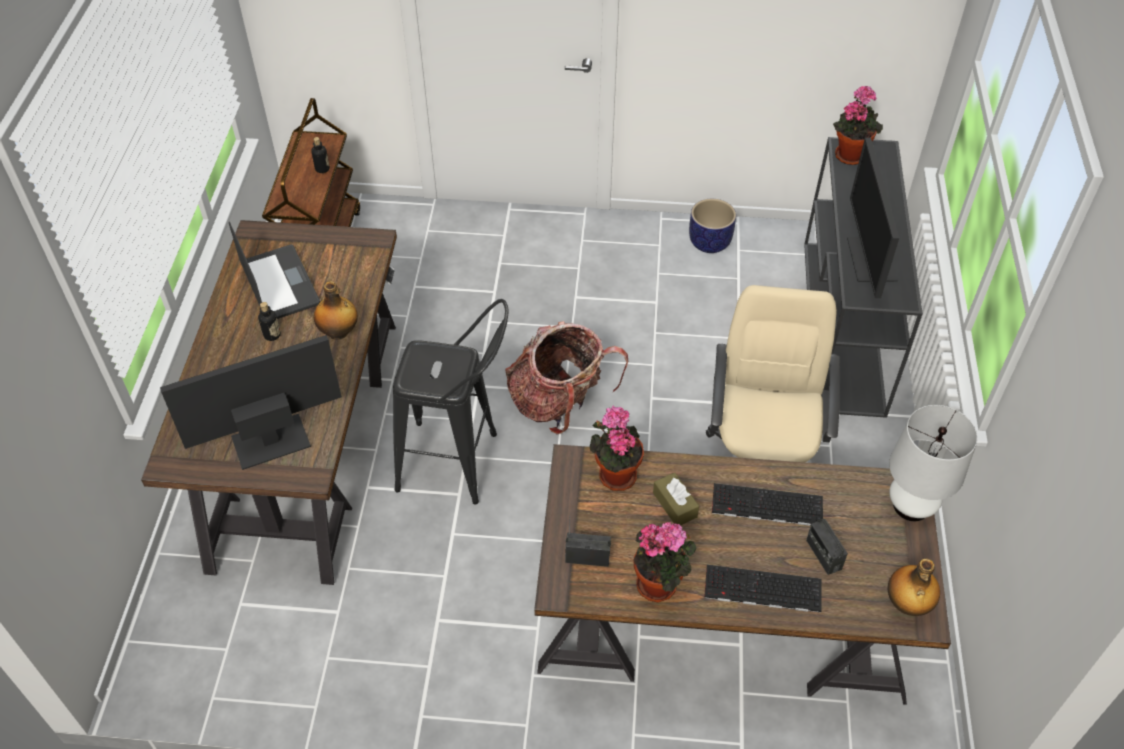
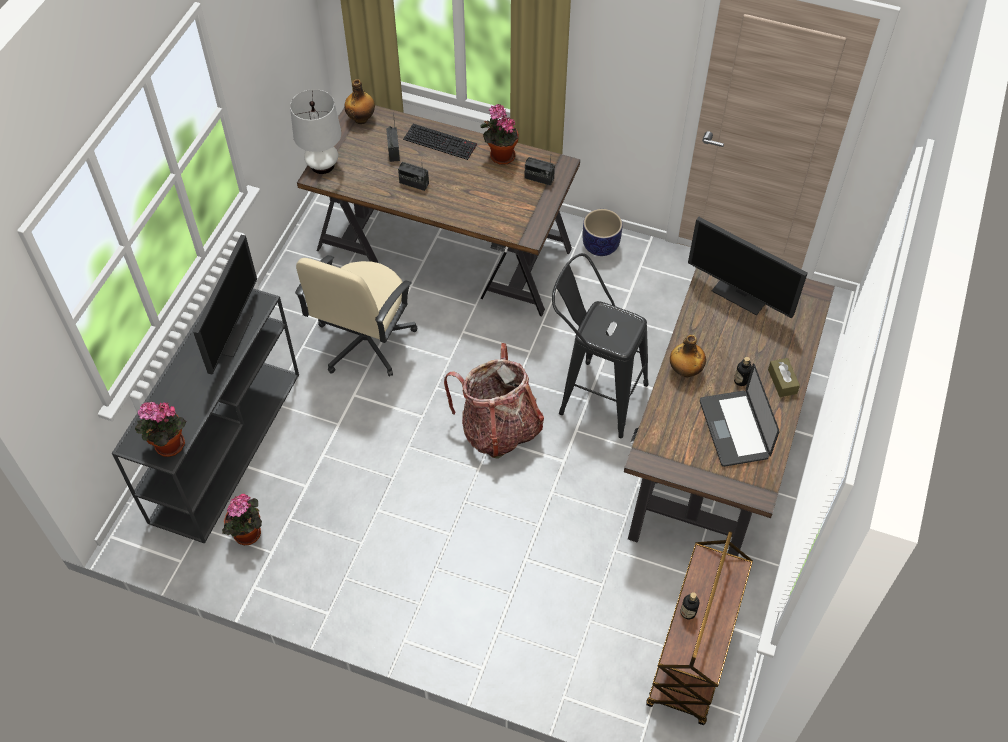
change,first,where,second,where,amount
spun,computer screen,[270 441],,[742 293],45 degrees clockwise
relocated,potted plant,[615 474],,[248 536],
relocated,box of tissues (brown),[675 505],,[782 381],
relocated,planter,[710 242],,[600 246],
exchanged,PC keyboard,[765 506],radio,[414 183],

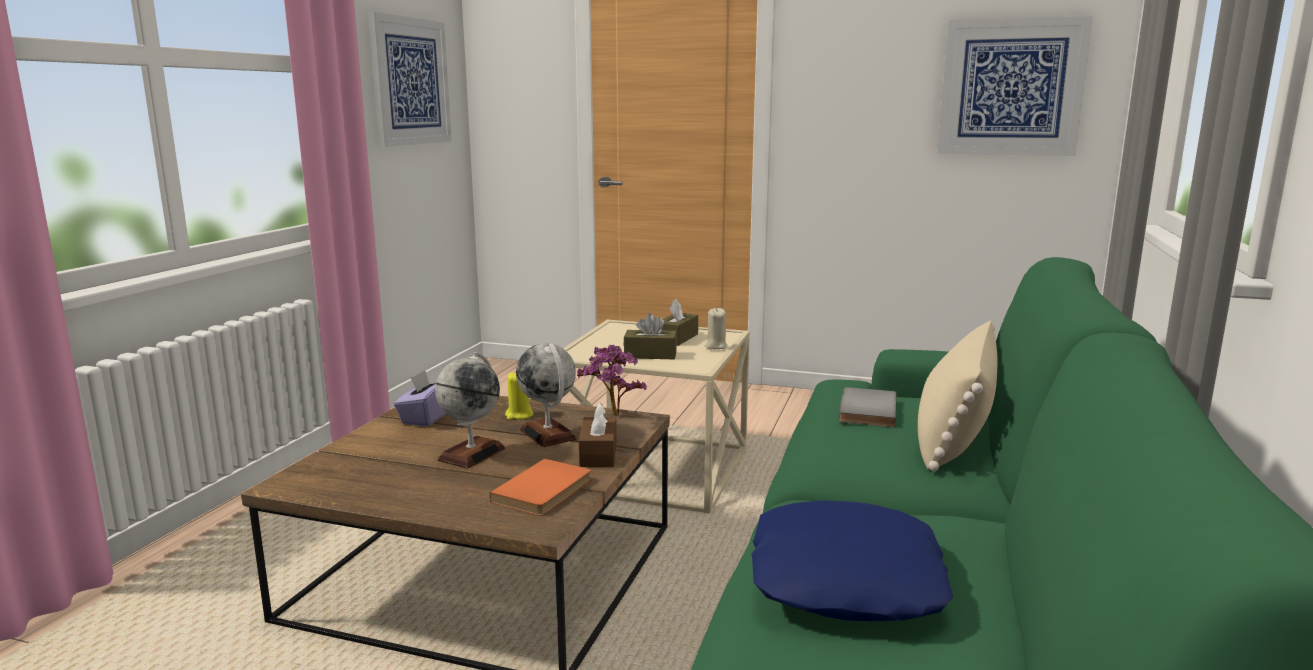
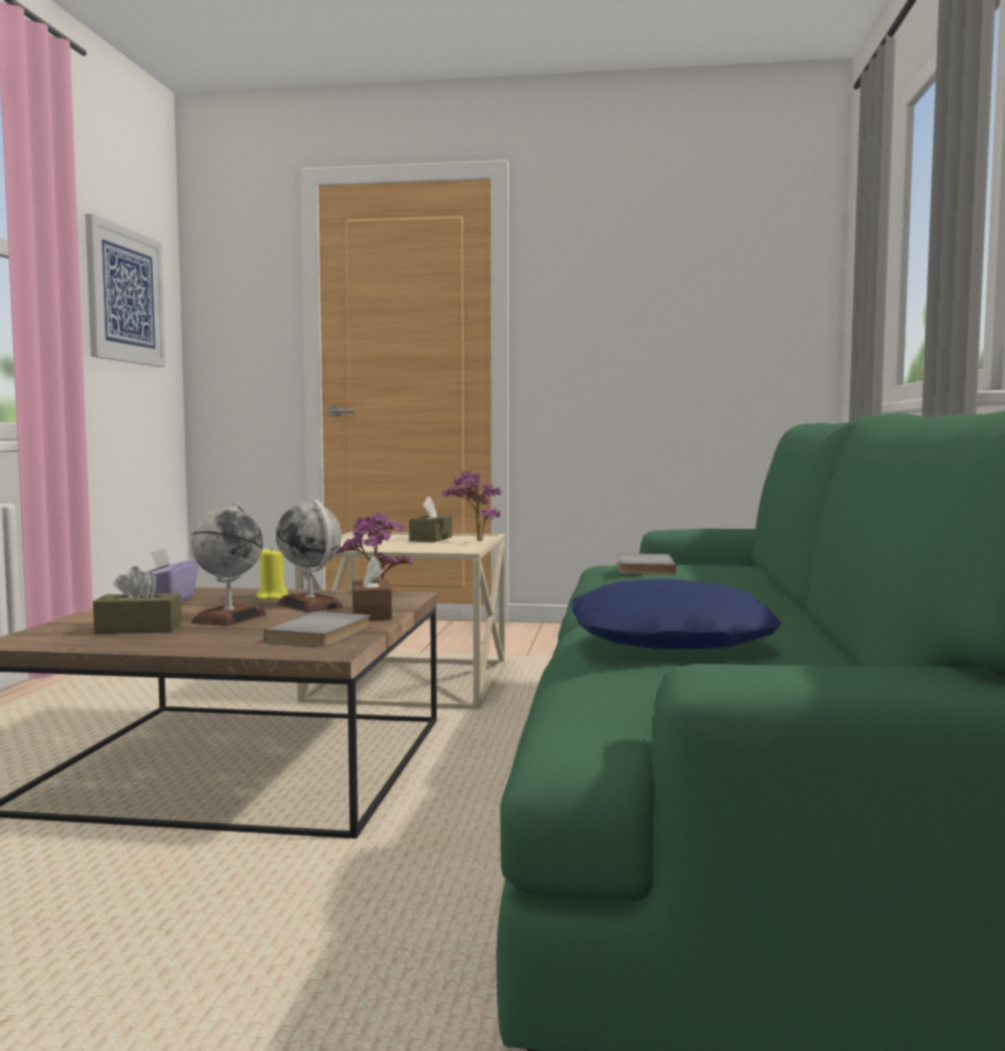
change,first,where,second,where,amount
colour,book (orangey),[545 491],book (gray),[323 634],
relocated,box of tissues (brown),[650 355],,[139 629],
exchanged,wax light (beige),[715 346],potted plant,[474 540],
missing,throw pillow (beige),[954 432],,,
missing,picture,[1011 88],,,

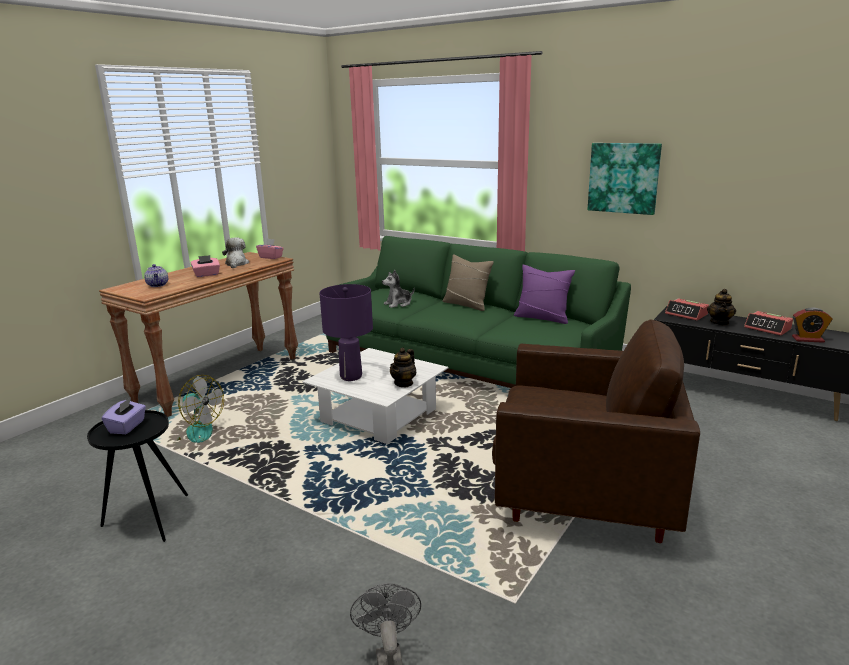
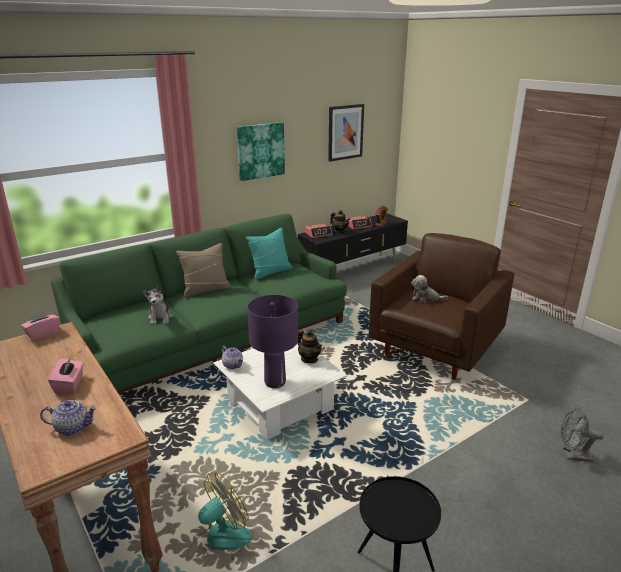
change,first,where,second,where,amount
missing,box of tissues (purplish),[127 427],,,
relocated,cuddly toy,[236 264],,[425 298],
colour,throw pillow (purplish),[542 317],throw pillow (turquoise),[270 272],
appeared,,,pot for tea,[233 365],
appeared,,,picture,[345 132],

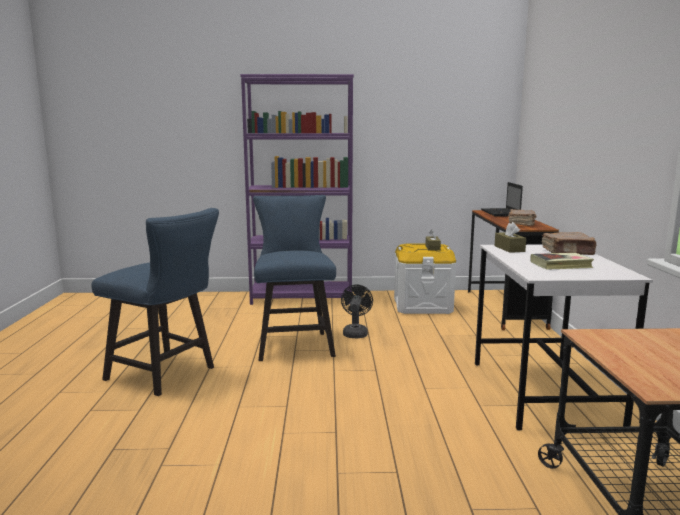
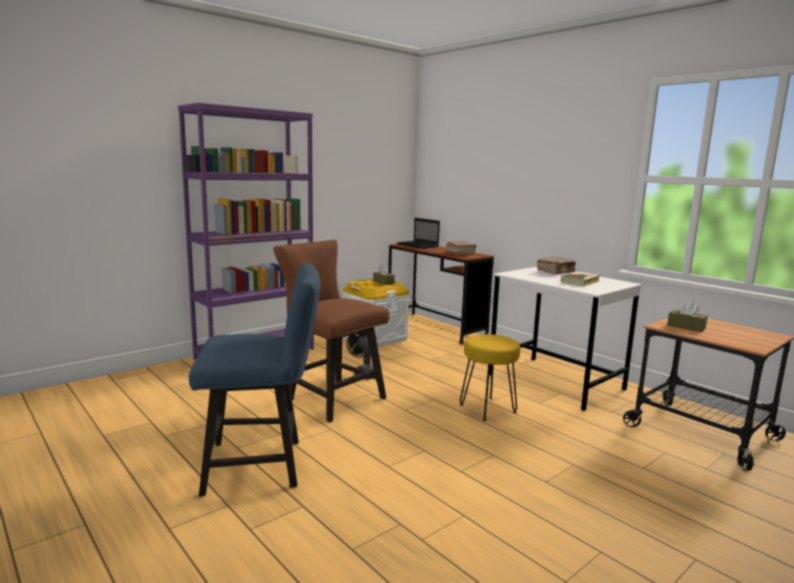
change,first,where,second,where,amount
colour,chair (blue),[294 343],chair (brown),[331 397],
relocated,box of tissues (brown),[509 249],,[686 327],
appeared,,,stool (yellowish),[487 408],

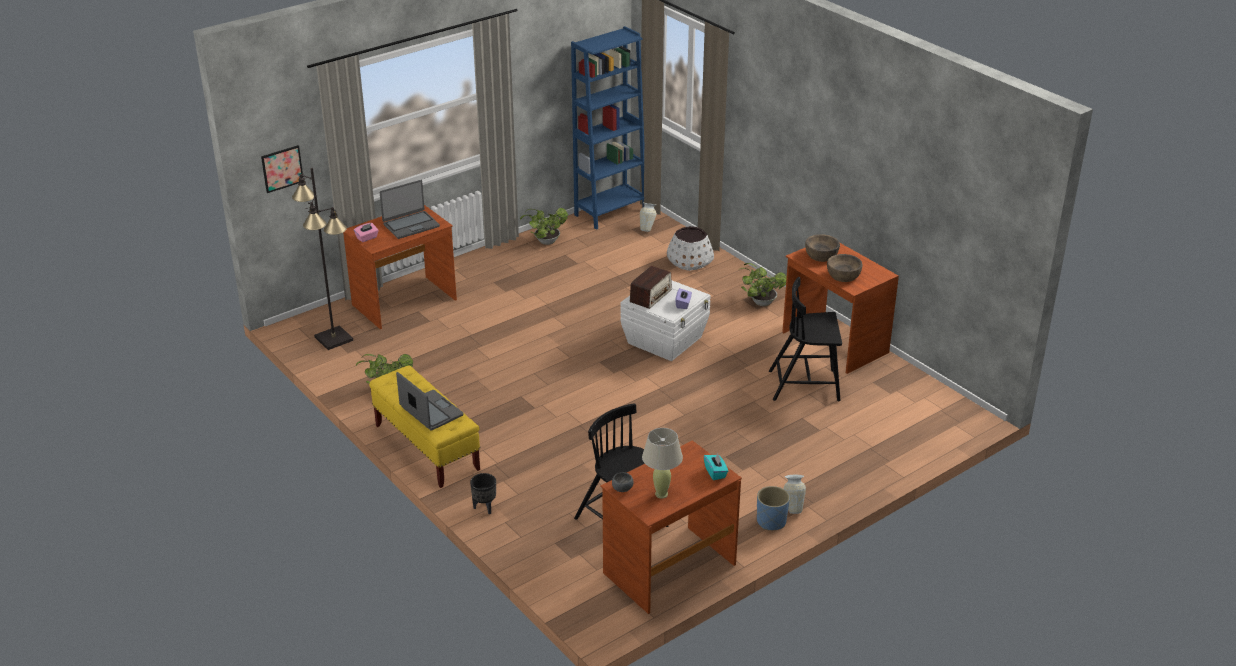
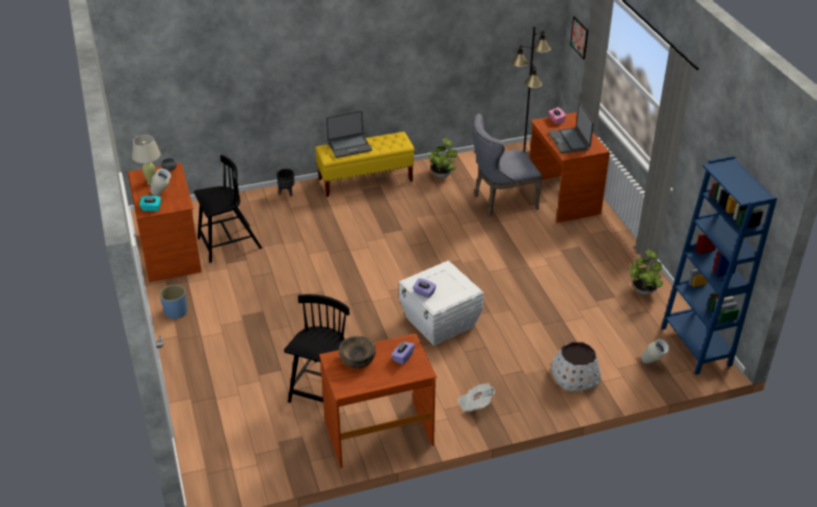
change,first,where,second,where,amount
missing,radio,[650 296],,,
exchanged,potted plant,[760 302],newspaper,[475 404],
relocated,vase,[793 507],,[162 195],
exchanged,bowl (brown),[821 255],box of tissues (purplish),[402 357],
appeared,,,chair (gray),[501 201],

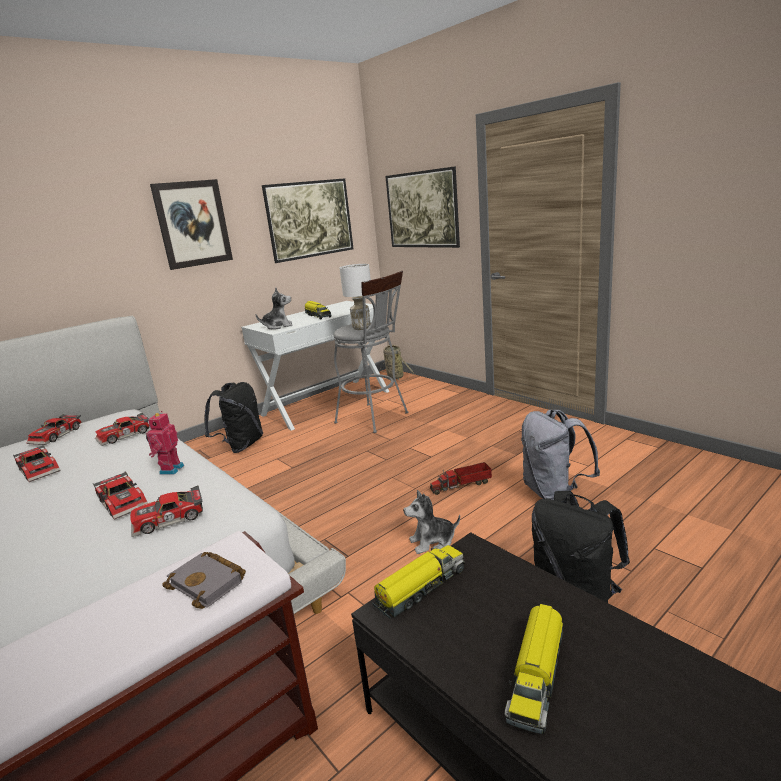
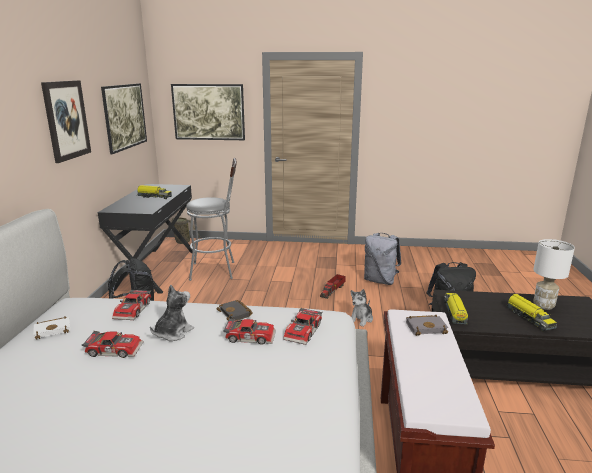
change,first,where,second,where,amount
exchanged,model car,[57 435],book (white),[53 329],
exchanged,model robot,[170 469],book (blackish),[236 313],
colour,desk (white),[326 403],desk (blackish),[156 269],
relocated,cuddly toy,[278 326],,[173 333],
relocated,lamp for a table (white),[361 328],,[543 306],

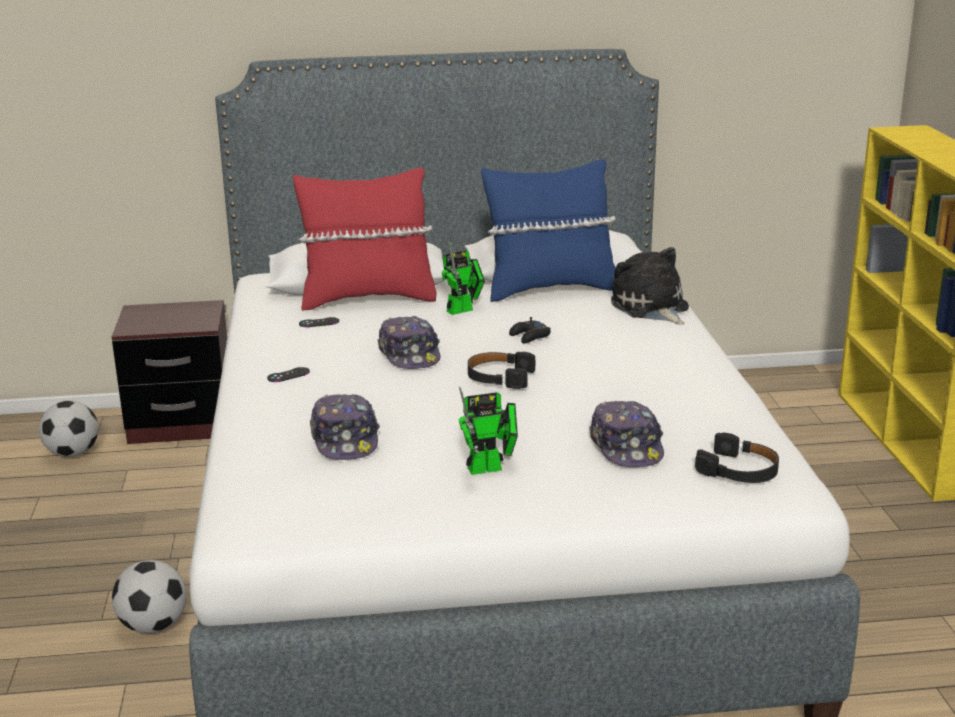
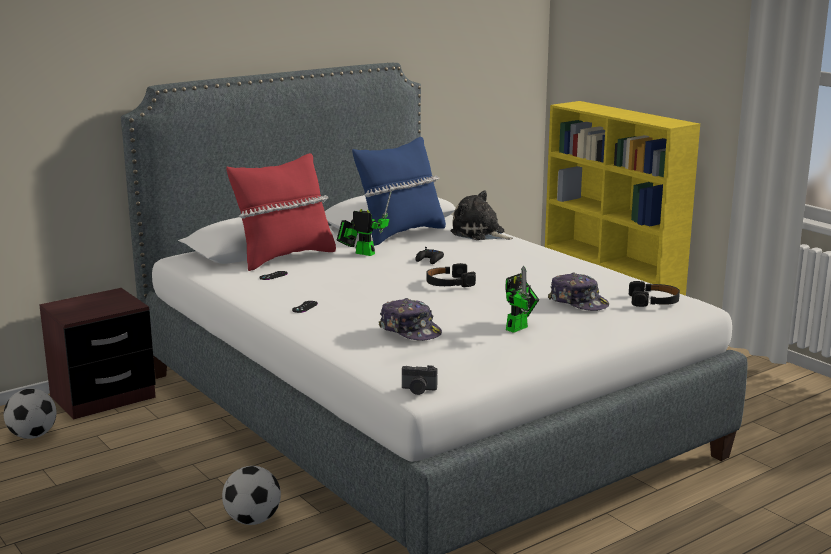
change,first,where,second,where,amount
missing,baseball cap,[410 355],,,
spun,model robot,[463 310],,[362 253],90 degrees counterclockwise
appeared,,,photo camera,[418 390],

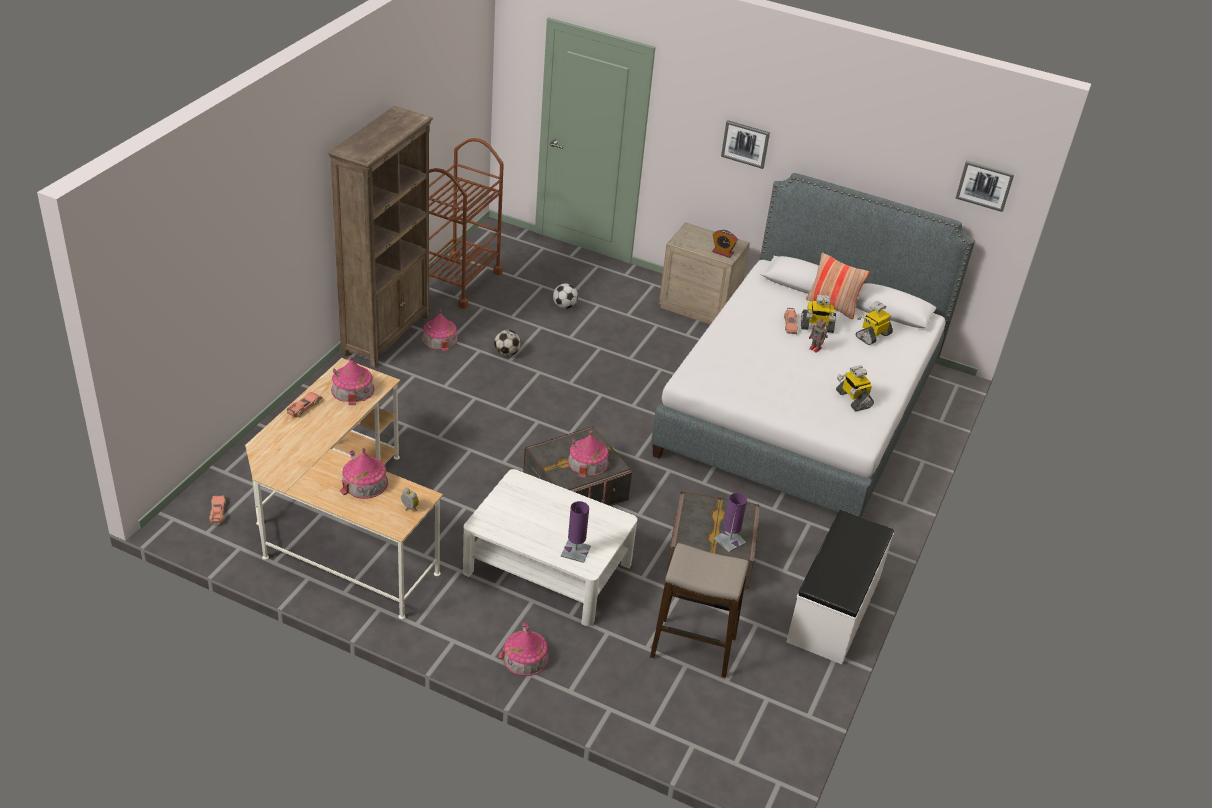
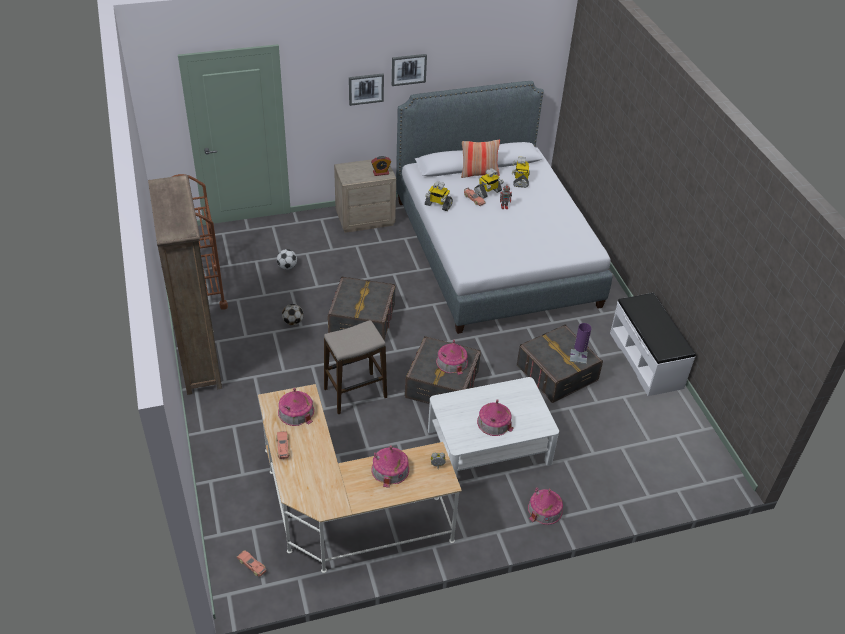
change,first,where,second,where,amount
relocated,miniature house,[440 339],,[494 422],
missing,lamp for a table (purplish),[575 551],,,
relocated,stool,[693 647],,[355 393],
relocated,model robot,[852 399],,[438 205],
relocated,picture,[984 185],,[408 69],
appeared,,,storage bin (gray),[362 319],

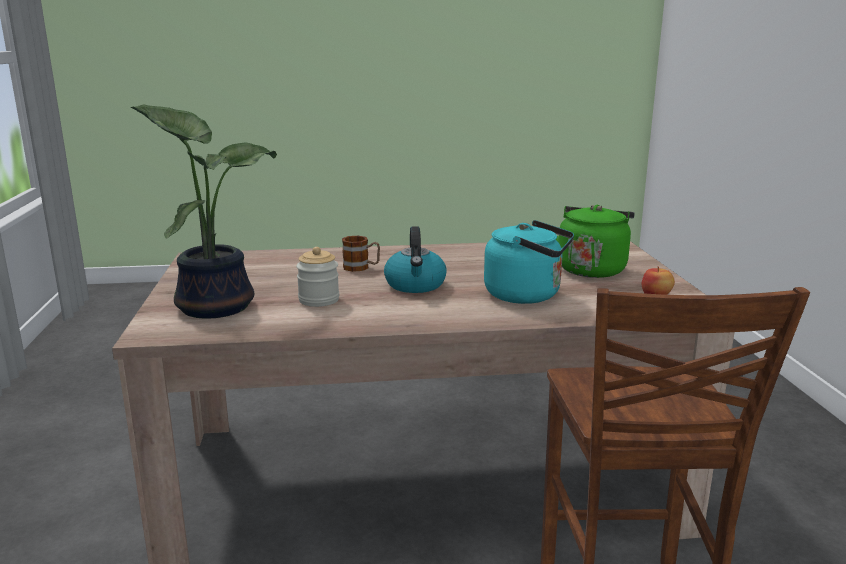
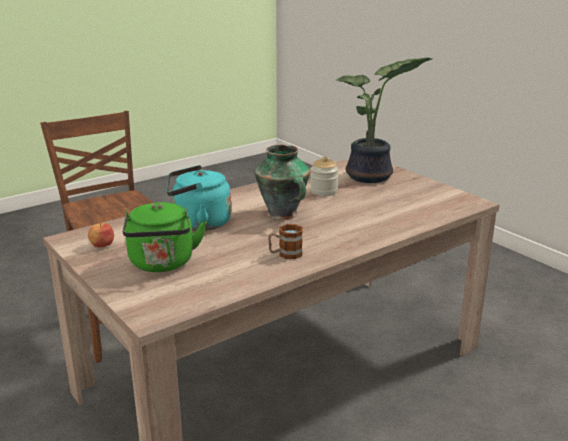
change,first,where,second,where,amount
relocated,mug,[361 267],,[285 254],
exchanged,kettle,[415 285],vase,[283 214],

